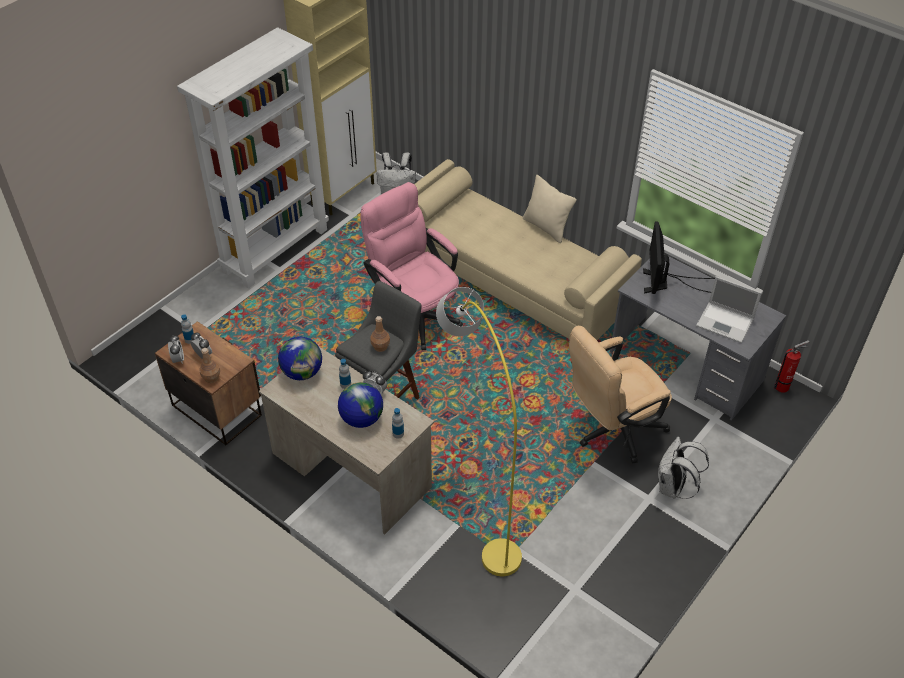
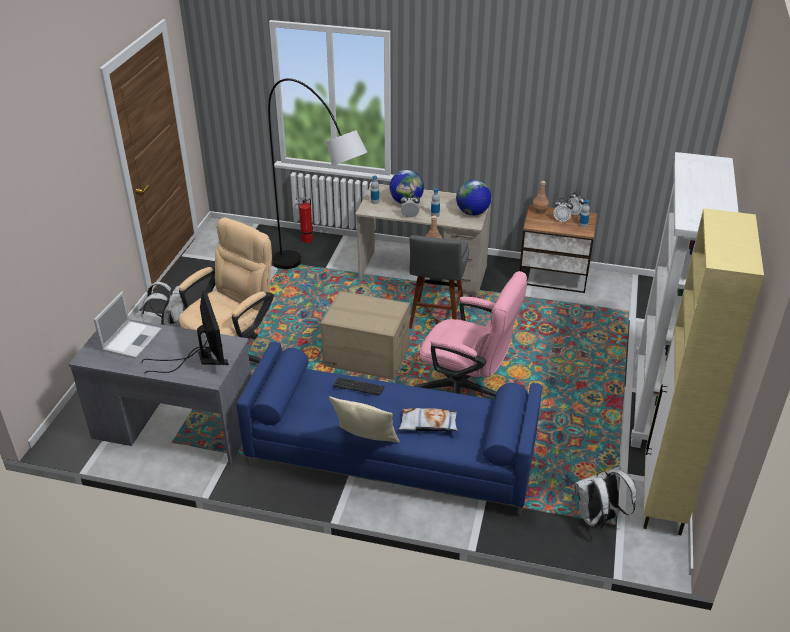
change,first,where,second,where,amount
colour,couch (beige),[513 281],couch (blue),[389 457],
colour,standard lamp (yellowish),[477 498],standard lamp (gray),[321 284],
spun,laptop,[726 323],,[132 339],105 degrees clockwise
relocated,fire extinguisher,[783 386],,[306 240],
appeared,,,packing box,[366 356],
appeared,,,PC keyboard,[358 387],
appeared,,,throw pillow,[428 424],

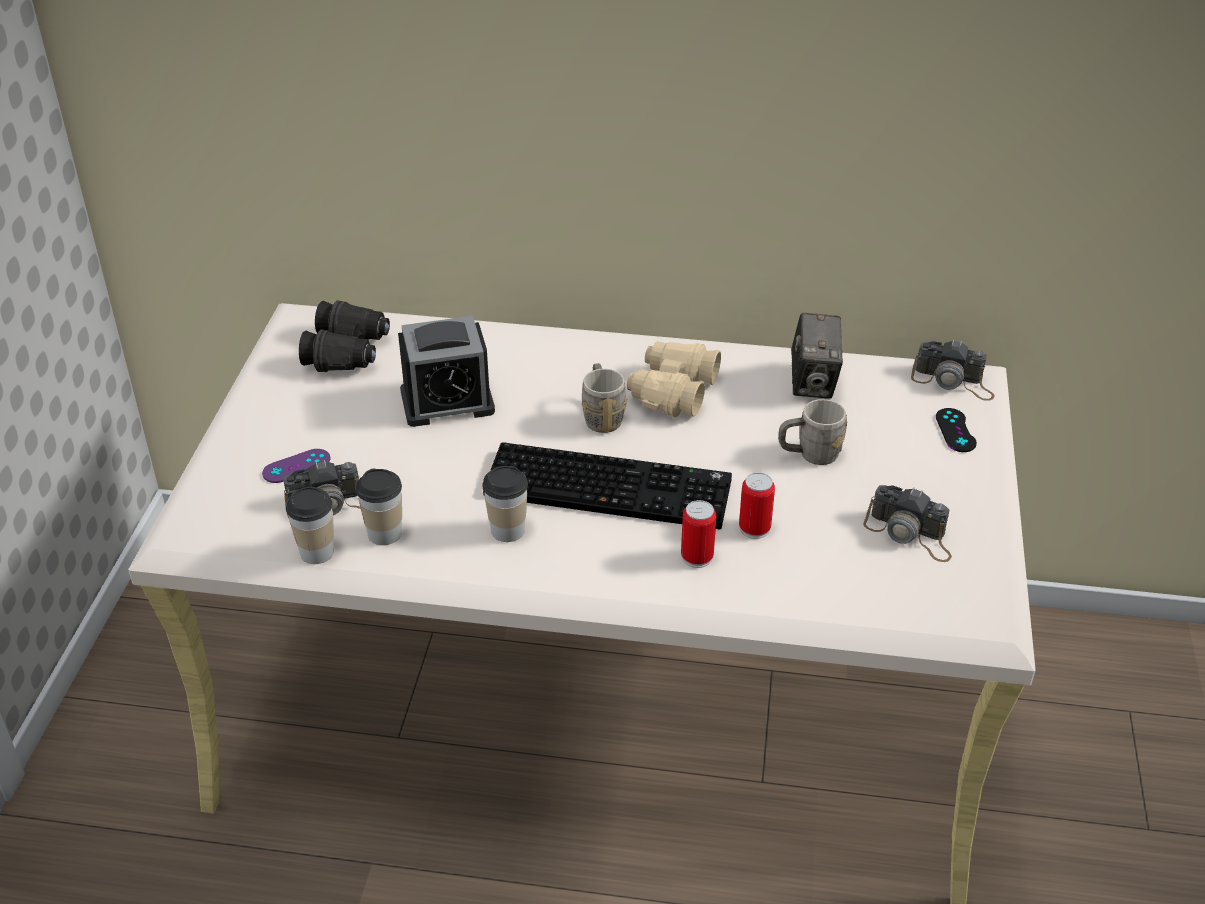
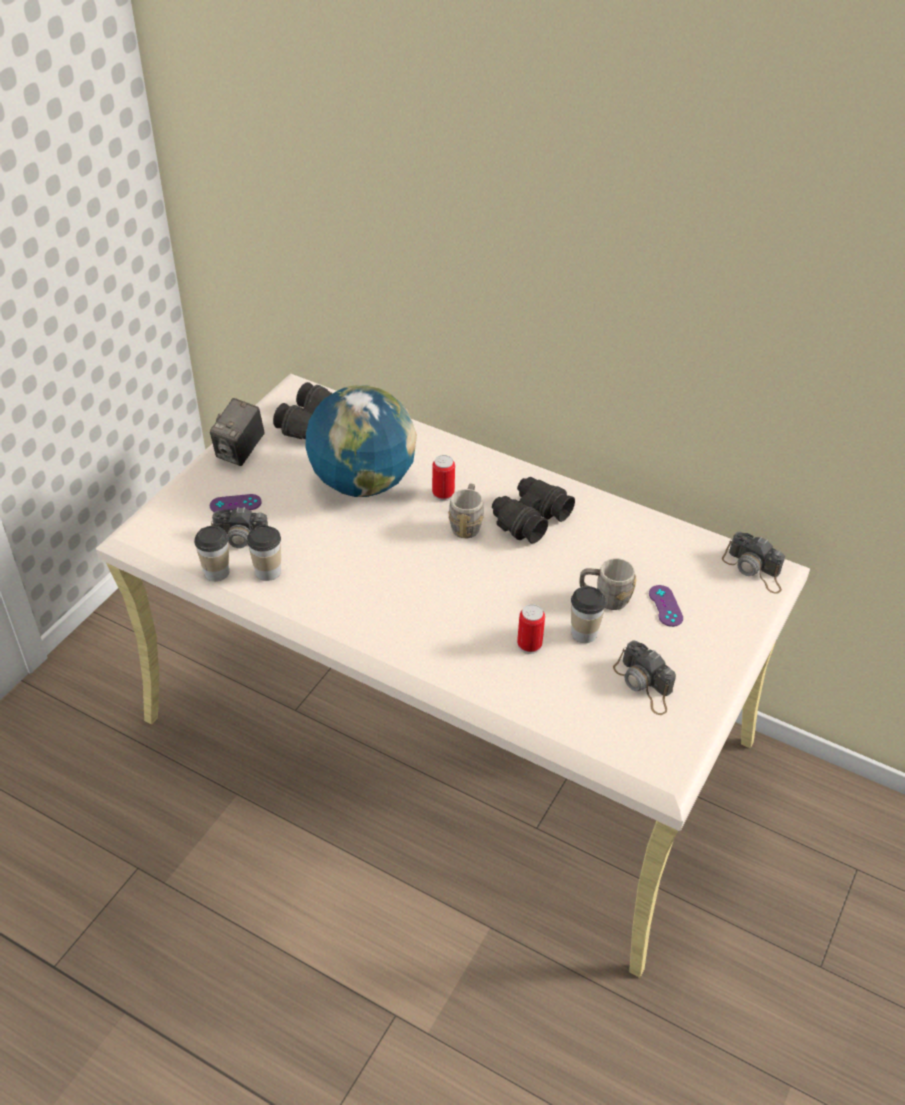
change,first,where,second,where,amount
exchanged,alarm clock,[447 402],globe,[363 482],
relocated,cup,[507 530],,[584 633],
missing,PC keyboard,[611 486],,,
colour,field glasses (beige),[672 391],field glasses (blackish),[529 518],
relocated,sealed can,[697 557],,[443 494],
relocated,photo camera,[813 383],,[240 452],
missing,gamepad (blackish),[955 430],,,
appeared,,,gamepad (purplish),[665 606],

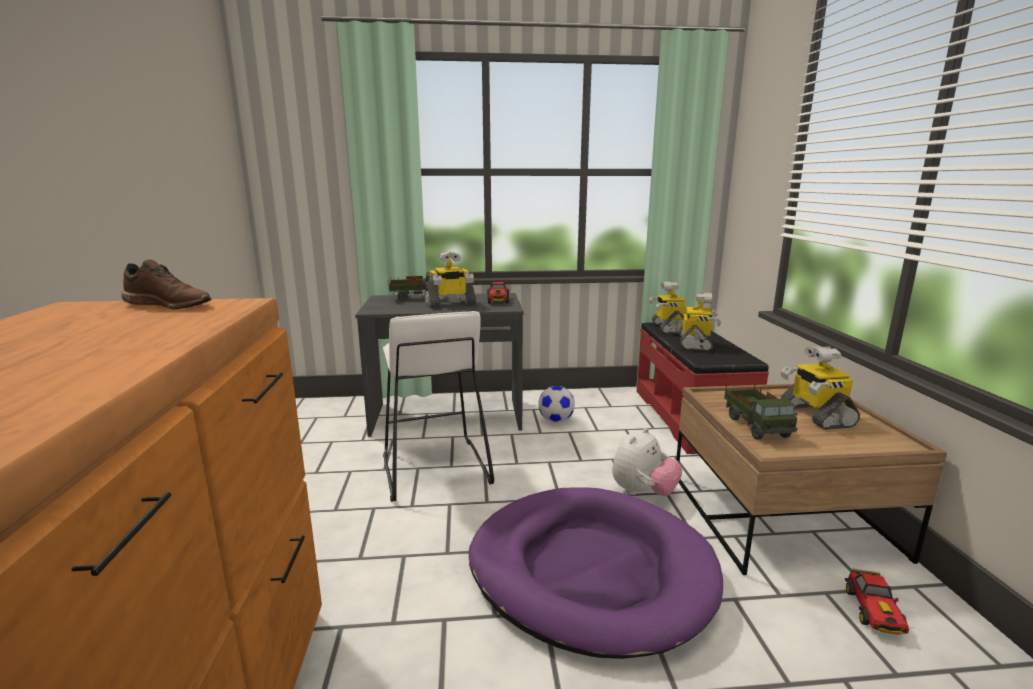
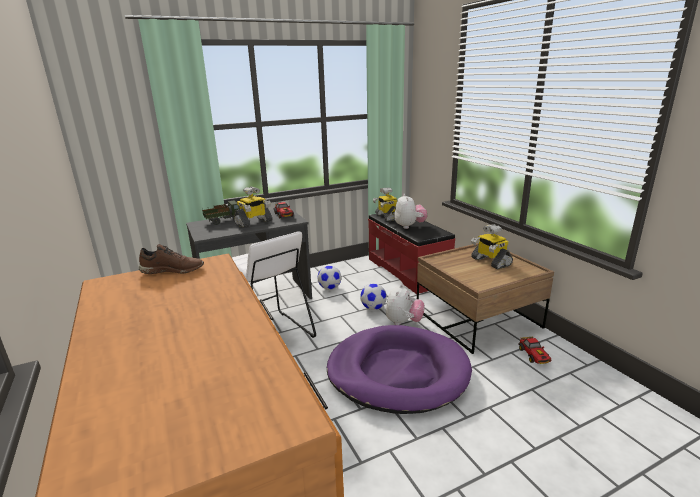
change,first,where,second,where,amount
exchanged,model robot,[695 344],cuddly toy,[409 226],
missing,model truck,[756 426],,,
appeared,,,football,[373 308],

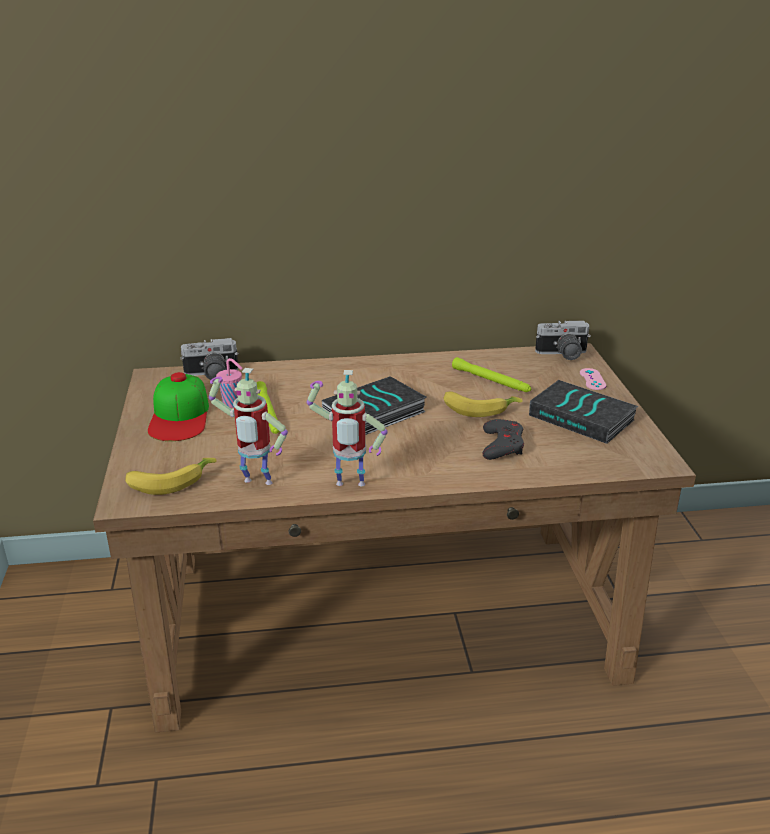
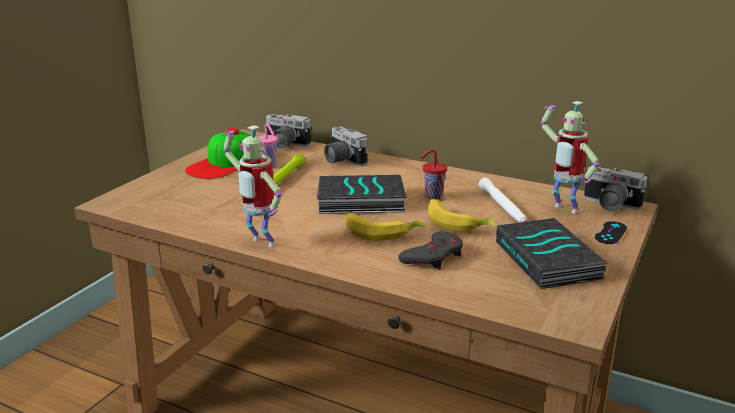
change,first,where,second,where,amount
relocated,banana,[169 481],,[381 232],
relocated,model robot,[256 484],,[563 210],
colour,hand torch (greenish),[491 381],hand torch (white),[502 206],
colour,gamepad (pink-coloured),[592 379],gamepad (blackish),[610 233],
appeared,,,photo camera,[341 160],
appeared,,,cup (red-coloured),[432 196],

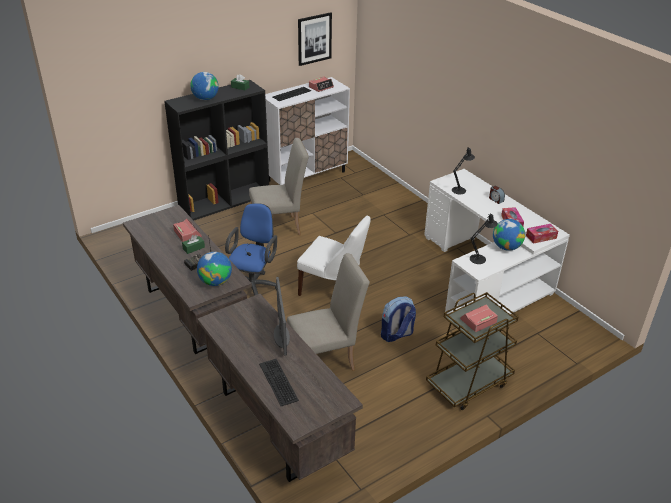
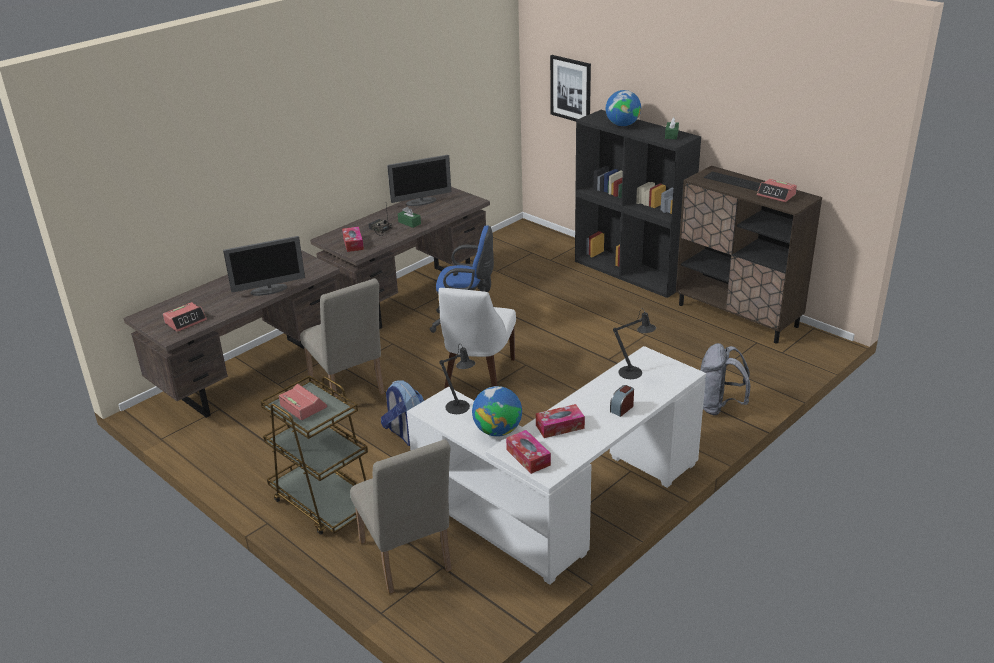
change,first,where,second,where,amount
relocated,alarm clock,[187 233],,[186 321],
exchanged,globe,[215 282],box of tissues,[353 244],
relocated,chair (beige),[280 227],,[407 561],
missing,PC keyboard,[277 381],,,
colour,cupboard (white),[306 176],cupboard (brown),[738 315],
relocated,picture,[314 39],,[571 89],
appeared,,,computer screen,[421 202],
appeared,,,backpack (gray),[719 406],

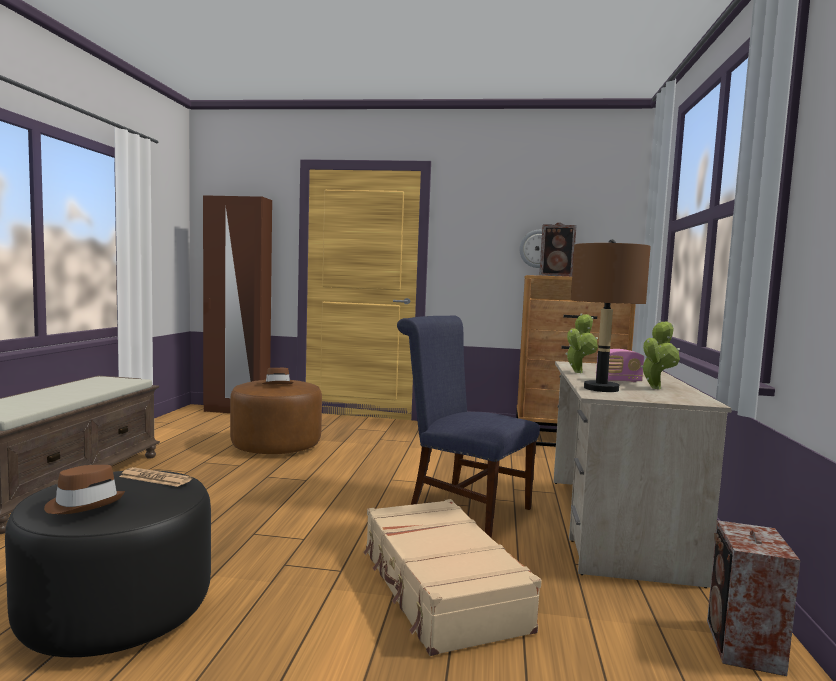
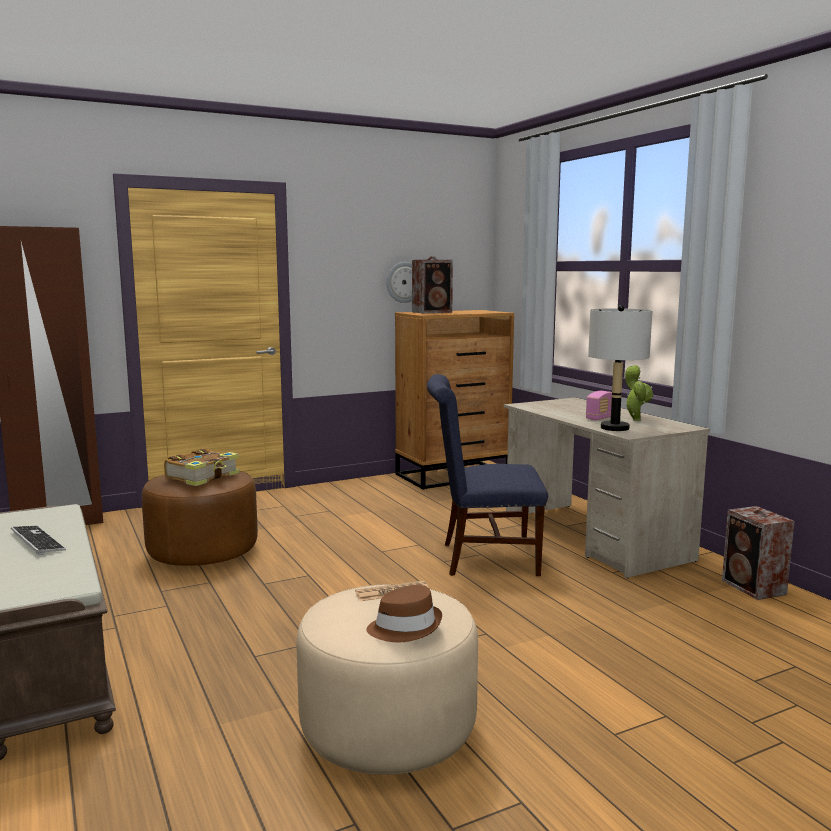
change,first,where,second,where,amount
colour,pouffe (blackish),[116 611],pouffe (beige),[387 728],
exchanged,clothing hat (brown),[277 384],book,[203 477],
missing,suitcase (beige),[440 589],,,
missing,potted plant,[578 372],,,
colour,lamp for a table (brown),[601 389],lamp for a table (gray),[615 428],
appeared,,,PC keyboard,[37 541],

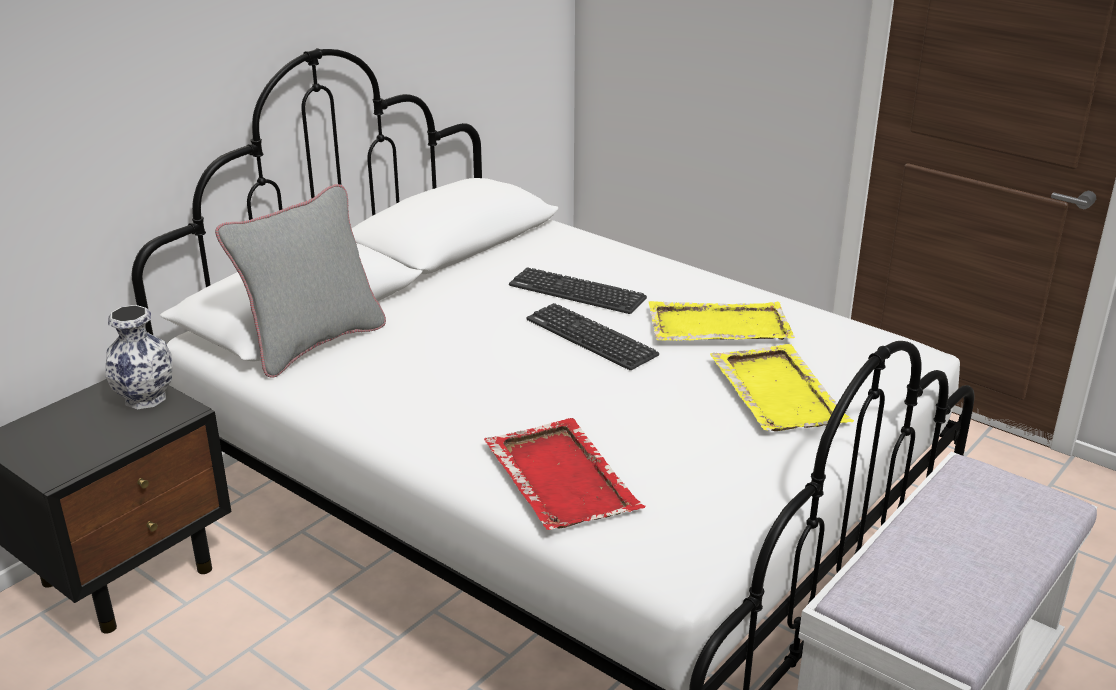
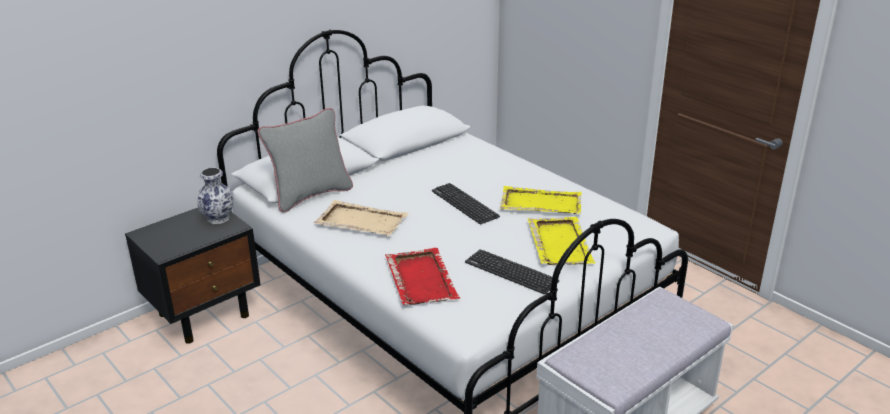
change,first,where,second,where,amount
relocated,PC keyboard,[577 292],,[511 272],
appeared,,,serving tray (beige),[361 221],

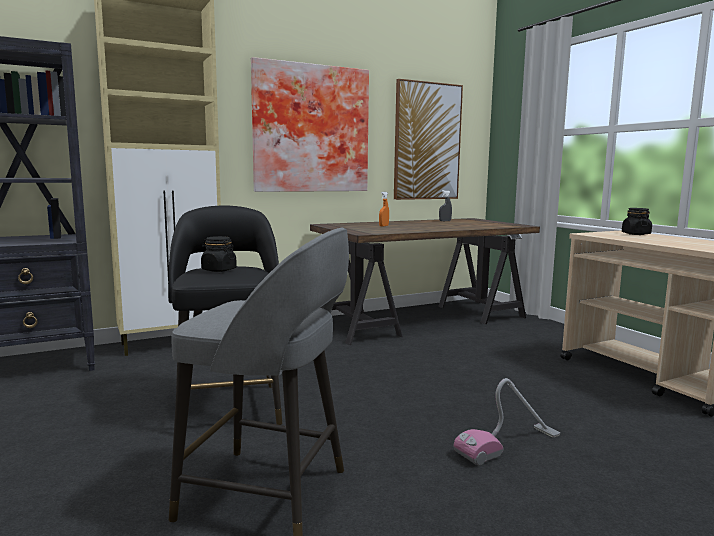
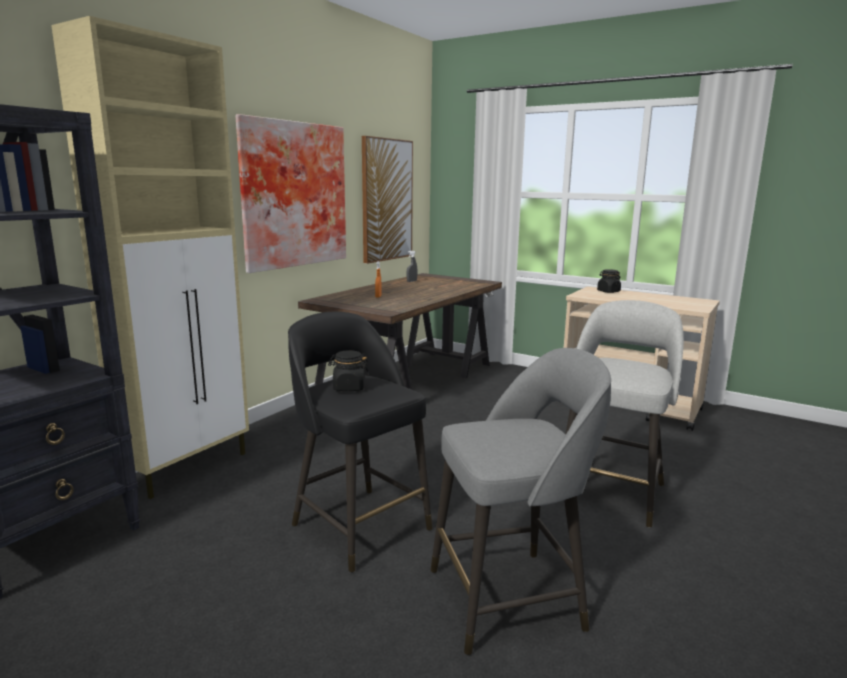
change,first,where,second,where,amount
exchanged,vacuum,[509 444],stool (gray),[611 491],

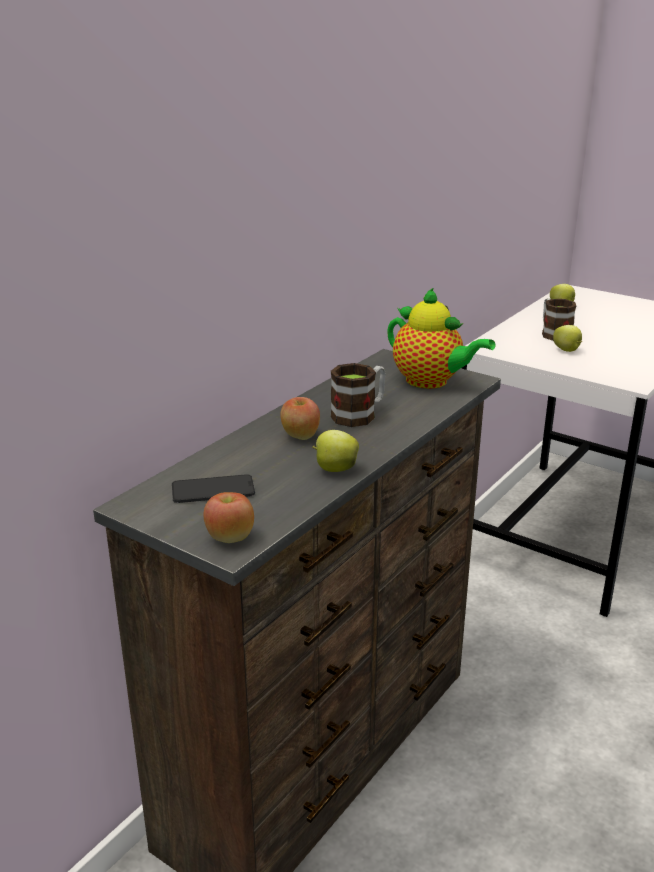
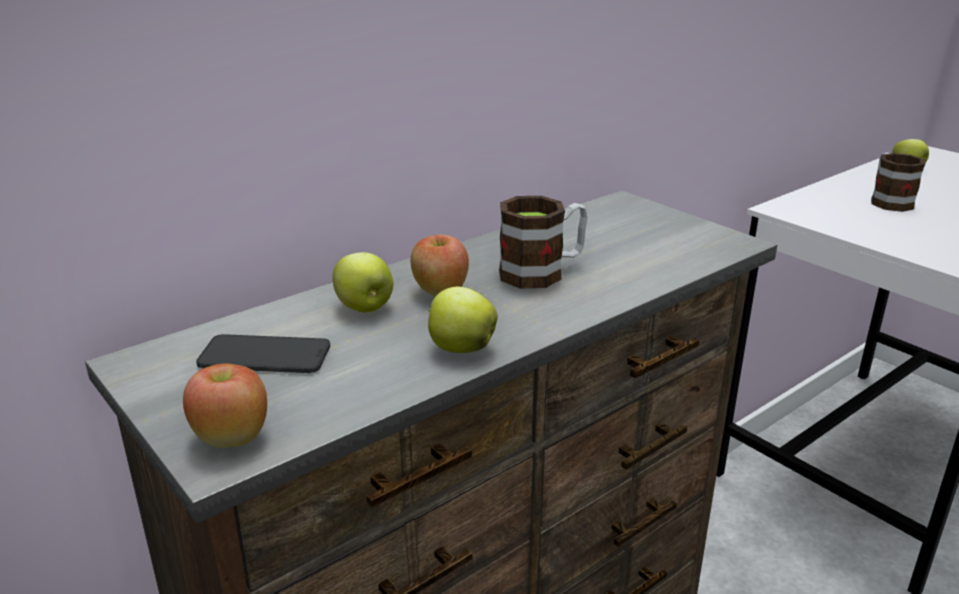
change,first,where,second,where,amount
missing,pot for tea,[431 382],,,
relocated,apple fruit,[567 350],,[365 308],

